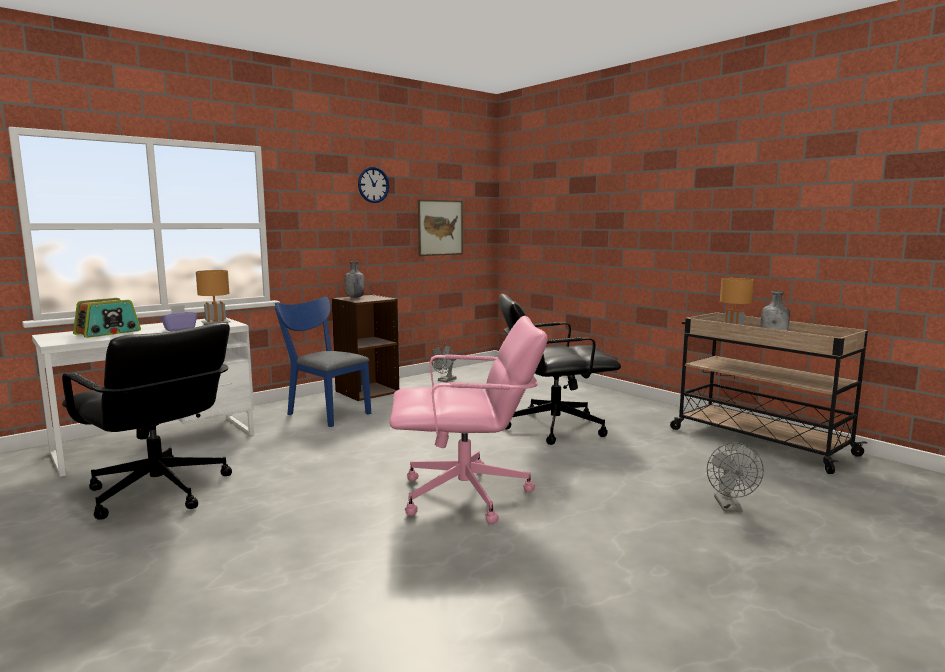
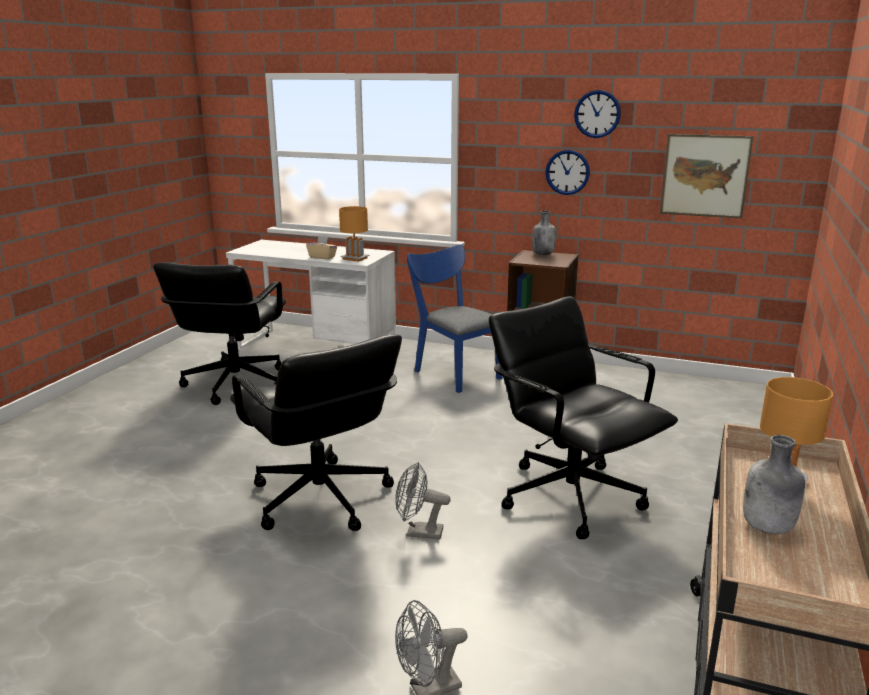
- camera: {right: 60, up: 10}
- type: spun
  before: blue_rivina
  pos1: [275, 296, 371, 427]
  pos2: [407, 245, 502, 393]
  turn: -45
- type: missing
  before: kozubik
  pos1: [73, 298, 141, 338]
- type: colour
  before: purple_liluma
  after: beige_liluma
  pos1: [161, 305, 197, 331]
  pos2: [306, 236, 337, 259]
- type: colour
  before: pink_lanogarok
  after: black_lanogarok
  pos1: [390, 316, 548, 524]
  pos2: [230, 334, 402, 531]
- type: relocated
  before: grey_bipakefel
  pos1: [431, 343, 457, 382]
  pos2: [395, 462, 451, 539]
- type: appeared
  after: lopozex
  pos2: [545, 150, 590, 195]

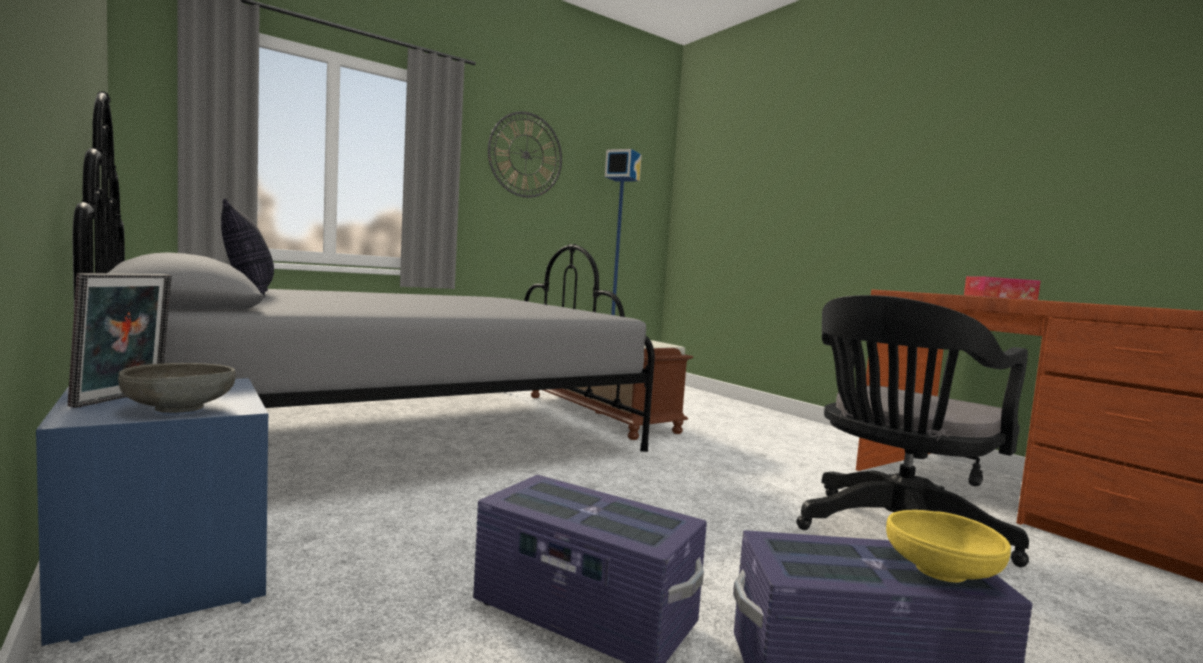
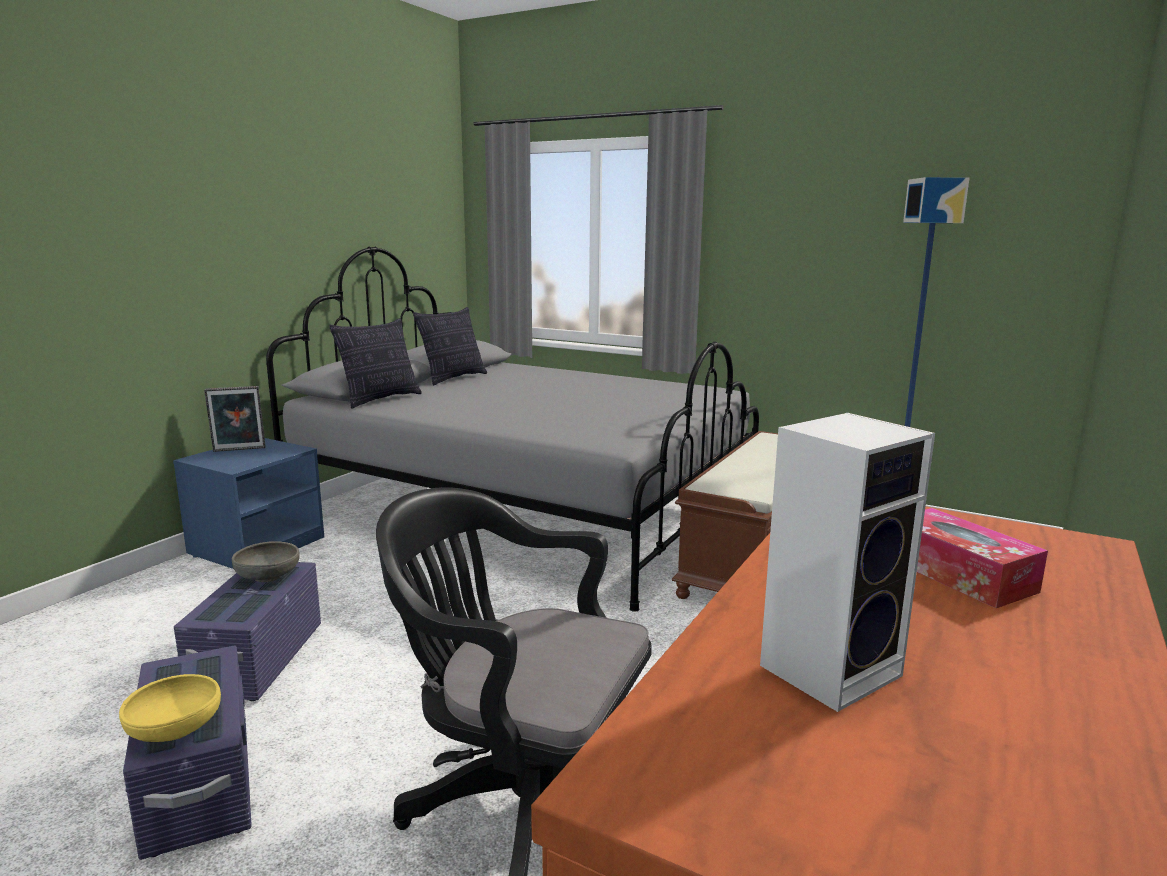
- camera: {right: 65, up: 10}
- type: missing
  before: lopozex
  pos1: [488, 111, 562, 198]
- type: relocated
  before: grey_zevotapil
  pos1: [118, 363, 236, 413]
  pos2: [232, 541, 300, 582]
- type: appeared
  after: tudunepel
  pos2: [330, 318, 422, 409]
- type: appeared
  after: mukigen
  pos2: [760, 413, 935, 712]

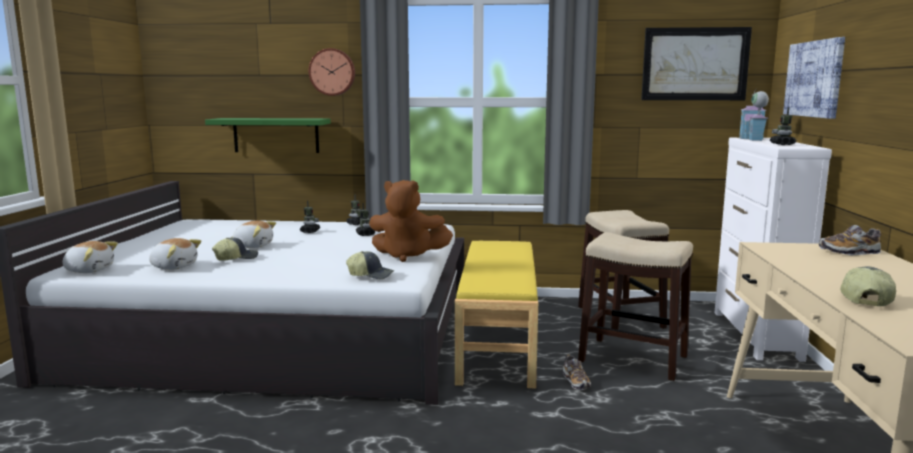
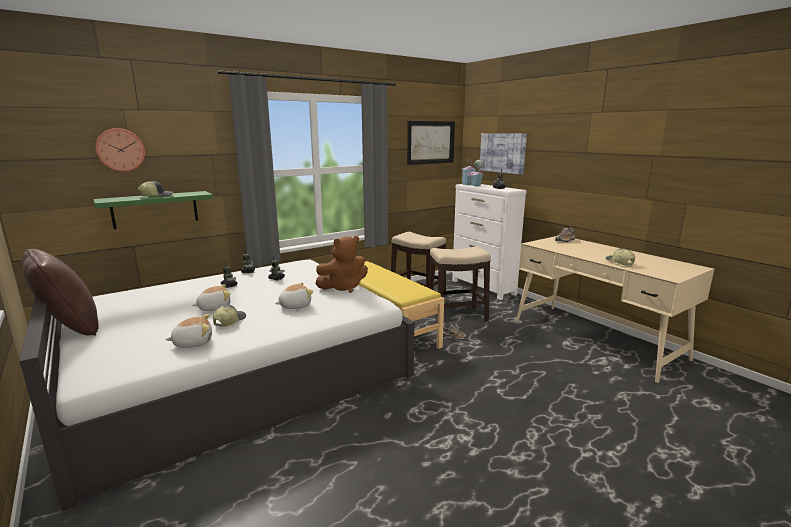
- camera: {right: -40, up: 5}
- type: relocated
  before: lopozex
  pos1: [309, 48, 355, 96]
  pos2: [95, 128, 145, 172]
- type: relocated
  before: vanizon
  pos1: [63, 241, 118, 273]
  pos2: [275, 282, 313, 309]
- type: relocated
  before: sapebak
  pos1: [346, 251, 394, 279]
  pos2: [138, 181, 173, 197]
- type: appeared
  after: brown_tudunepel
  pos2: [22, 249, 99, 336]

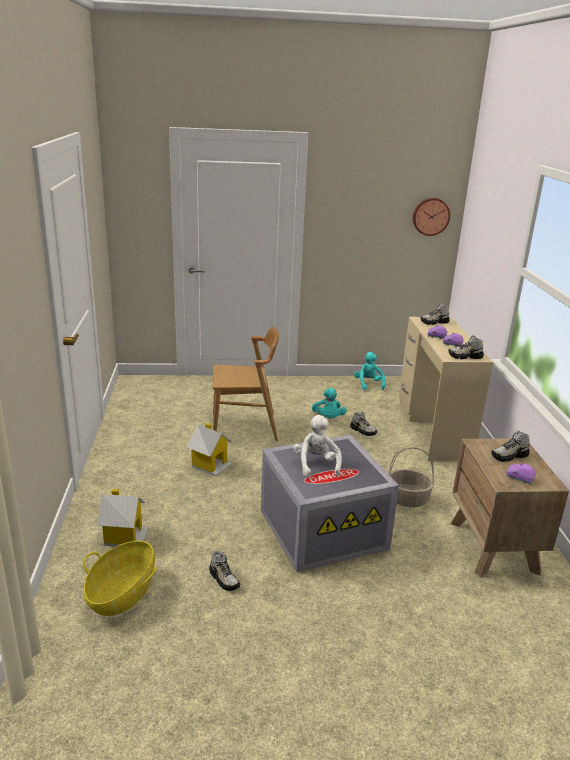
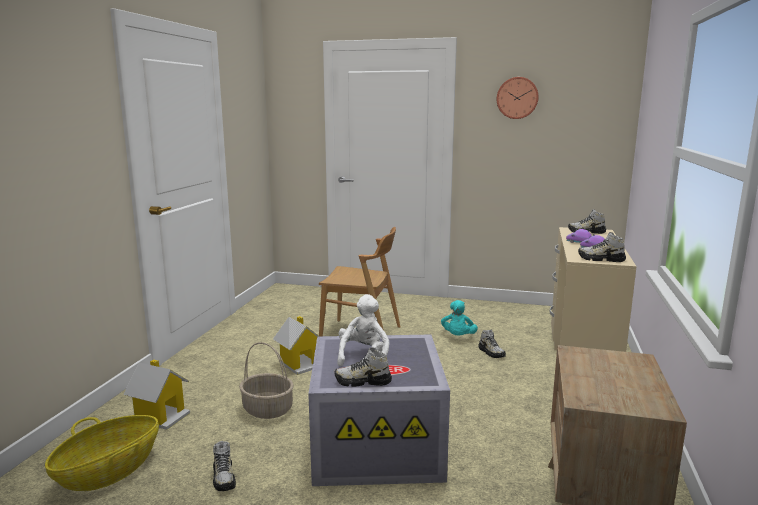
- camera: {right: 20, up: -10}
- type: relocated
  before: lopozex
  pos1: [413, 198, 450, 236]
  pos2: [497, 77, 539, 119]
- type: missing
  before: turquoise_vanizon
  pos1: [354, 352, 386, 390]
- type: relocated
  before: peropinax
  pos1: [491, 430, 530, 462]
  pos2: [334, 348, 392, 387]
- type: relocated
  before: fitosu
  pos1: [389, 447, 434, 507]
  pos2: [239, 342, 294, 419]
- type: missing
  before: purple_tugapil
  pos1: [506, 463, 536, 484]

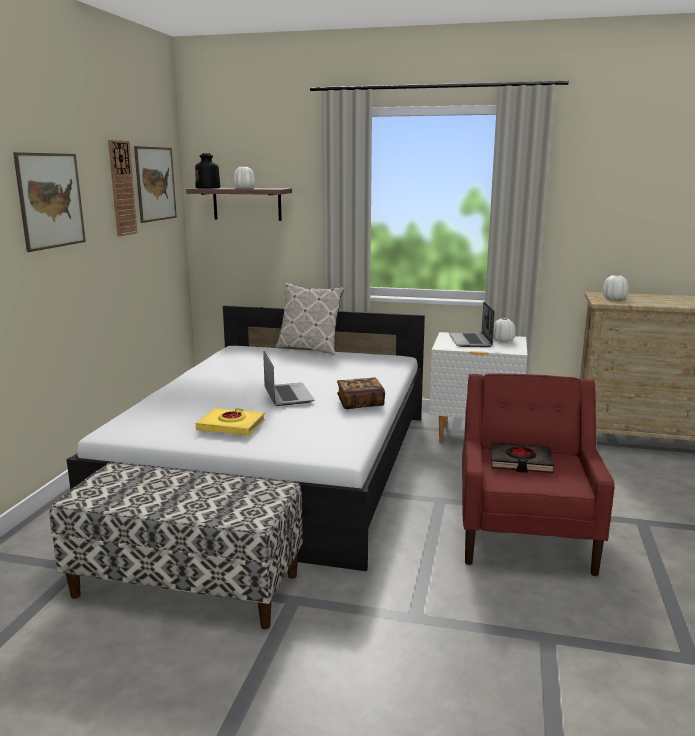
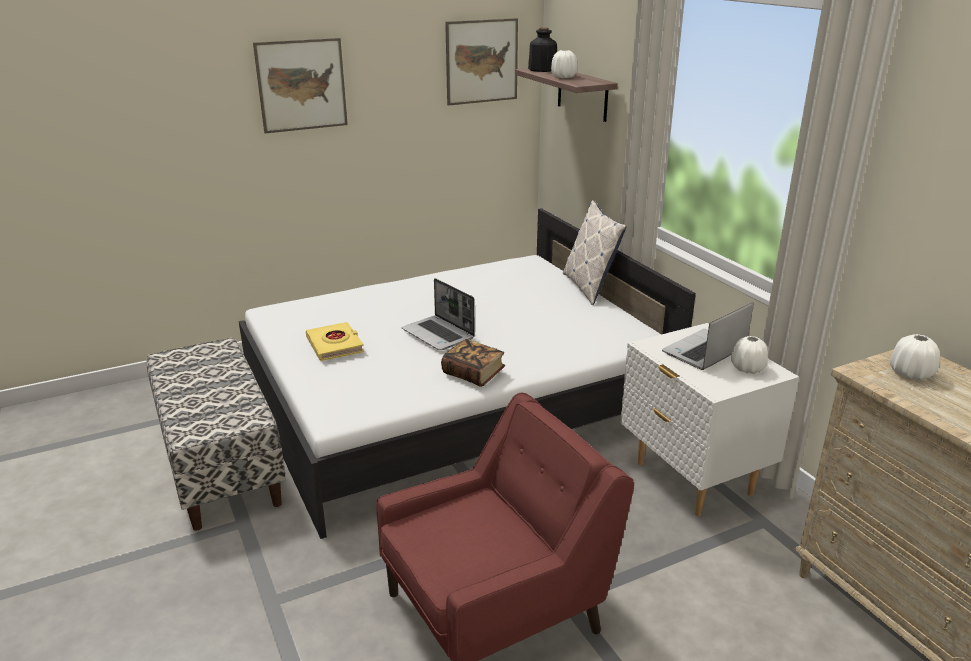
- camera: {right: 50, up: 10}
- type: missing
  before: lopozex
  pos1: [108, 140, 138, 236]
- type: spun
  before: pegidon
  pos1: [263, 351, 314, 406]
  pos2: [402, 278, 475, 350]
  turn: 105
- type: missing
  before: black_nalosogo
  pos1: [491, 442, 554, 473]

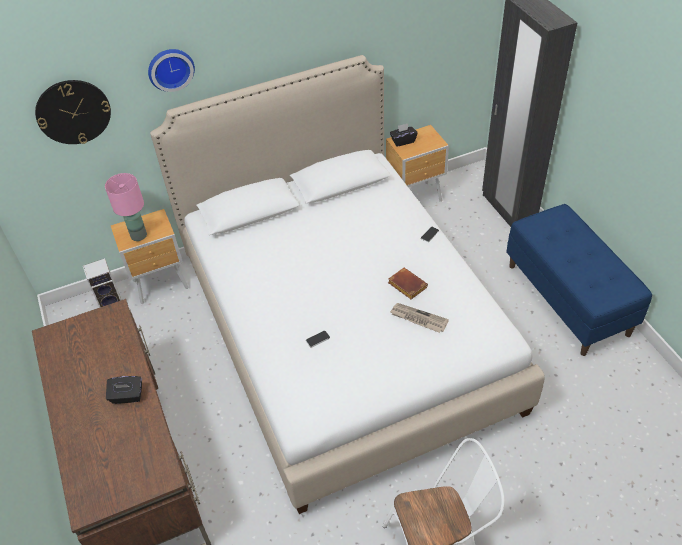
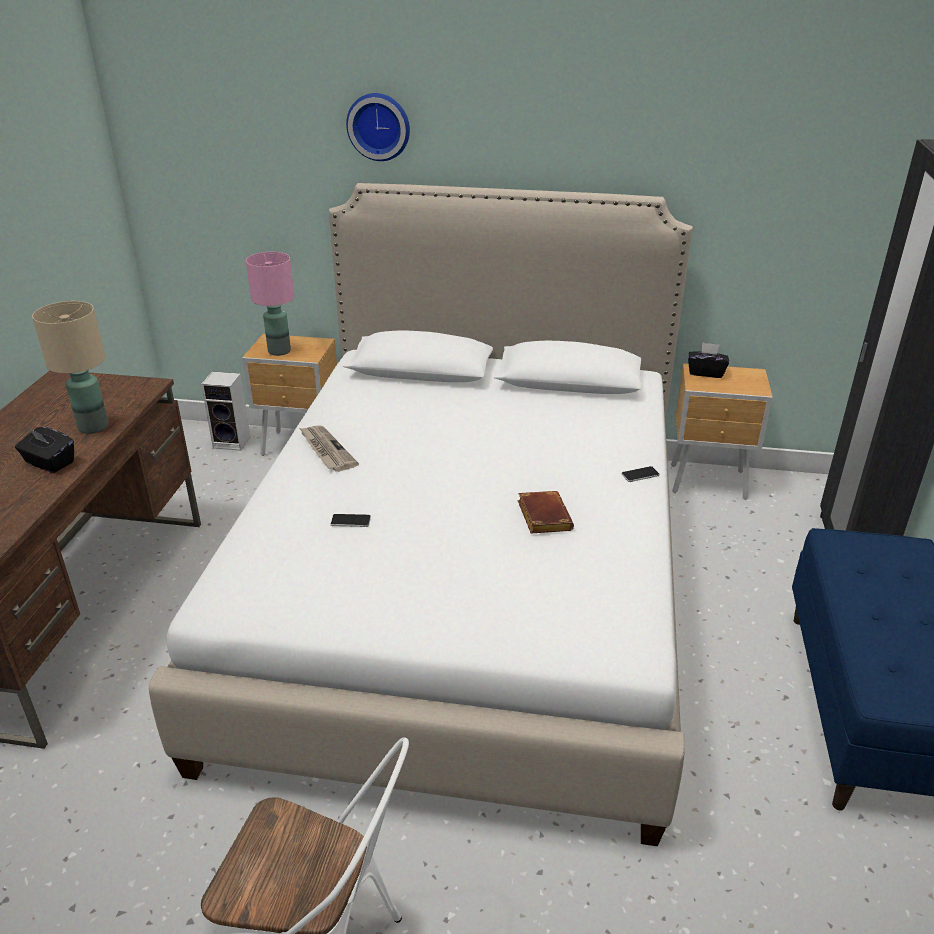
- camera: {right: 30, up: -15}
- type: missing
  before: lopozex
  pos1: [35, 80, 111, 144]
- type: relocated
  before: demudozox
  pos1: [390, 303, 449, 333]
  pos2: [299, 425, 359, 472]
- type: appeared
  after: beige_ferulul
  pos2: [32, 301, 109, 434]

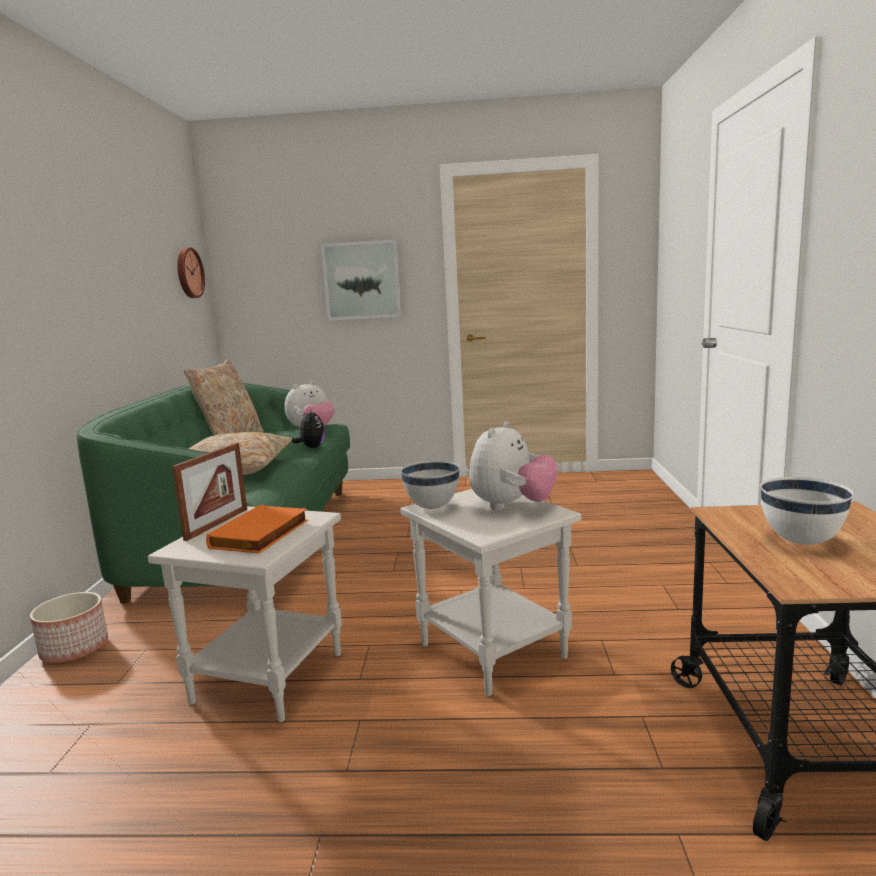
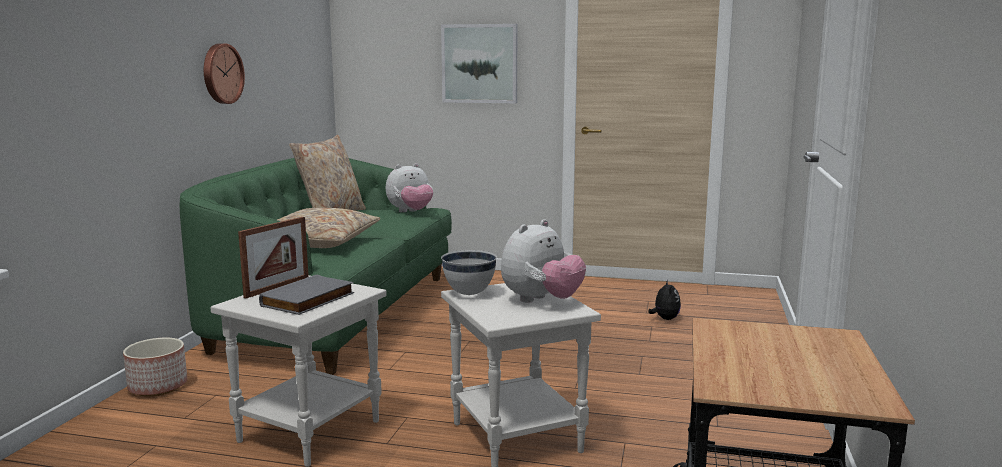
- camera: {right: 10, up: 0}
- type: relocated
  before: lopozex
  pos1: [177, 248, 205, 298]
  pos2: [204, 44, 245, 104]
- type: relocated
  before: vanizon
  pos1: [292, 410, 325, 448]
  pos2: [648, 280, 681, 320]
- type: missing
  before: white_zevotapil
  pos1: [760, 477, 854, 545]
- type: colour
  before: orange_nalosogo
  after: grey_nalosogo
  pos1: [206, 505, 308, 554]
  pos2: [259, 275, 354, 315]

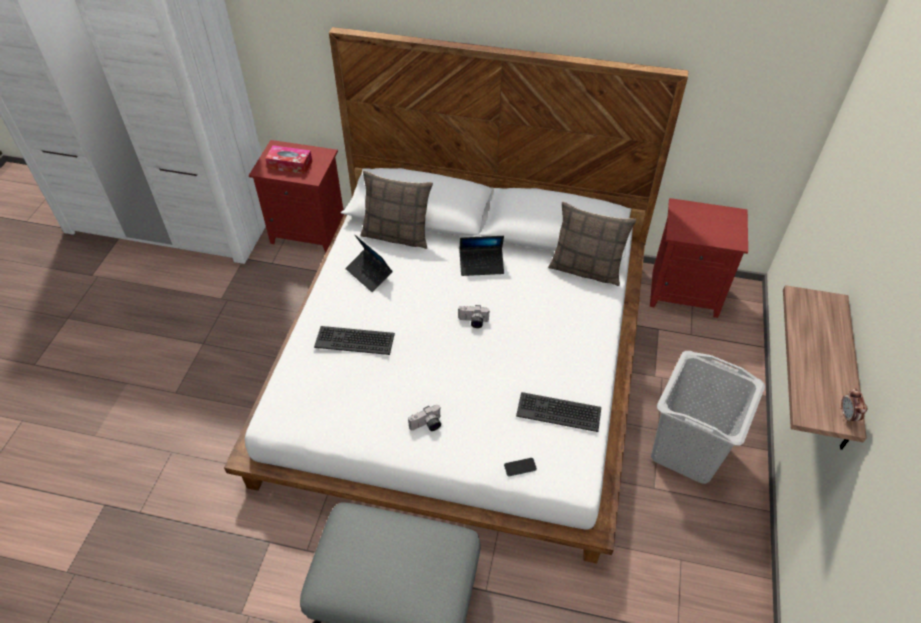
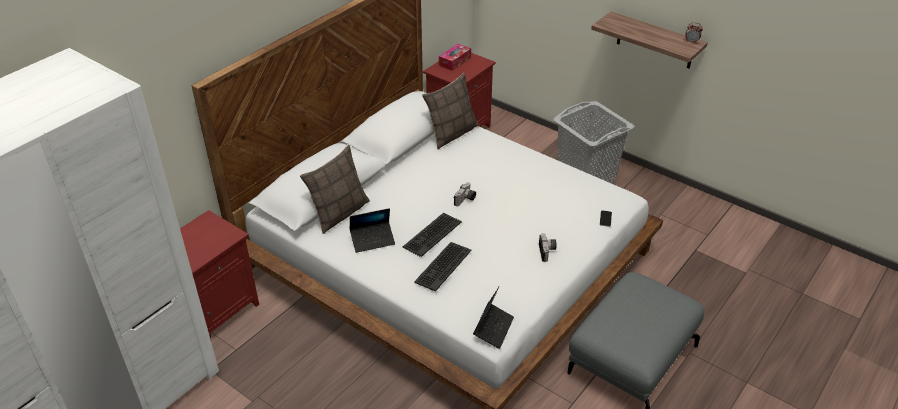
- camera: {right: -65, up: -10}
- type: relocated
  before: liluma
  pos1: [265, 145, 312, 174]
  pos2: [439, 44, 471, 71]
- type: relocated
  before: pegidon
  pos1: [459, 236, 504, 276]
  pos2: [473, 286, 514, 349]
- type: relocated
  before: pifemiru
  pos1: [516, 392, 601, 432]
  pos2: [403, 213, 462, 257]

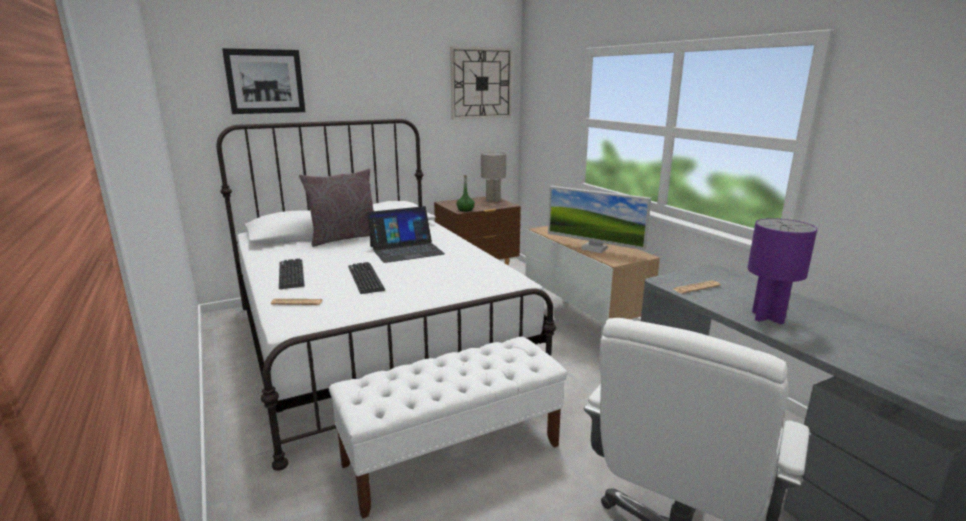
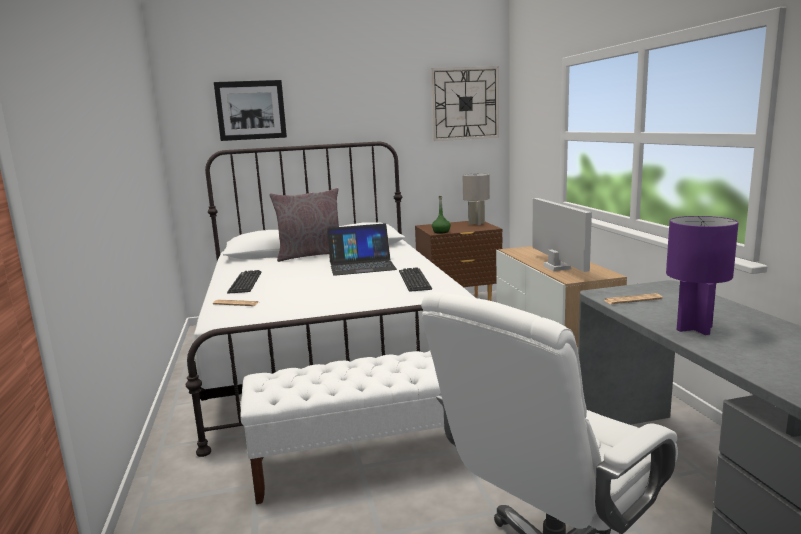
- camera: {right: 15, up: -5}
- type: spun
  before: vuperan
  pos1: [548, 186, 651, 253]
  pos2: [532, 198, 592, 272]
  turn: -150
- type: relocated
  before: pifemiru
  pos1: [348, 262, 385, 294]
  pos2: [399, 267, 432, 291]

